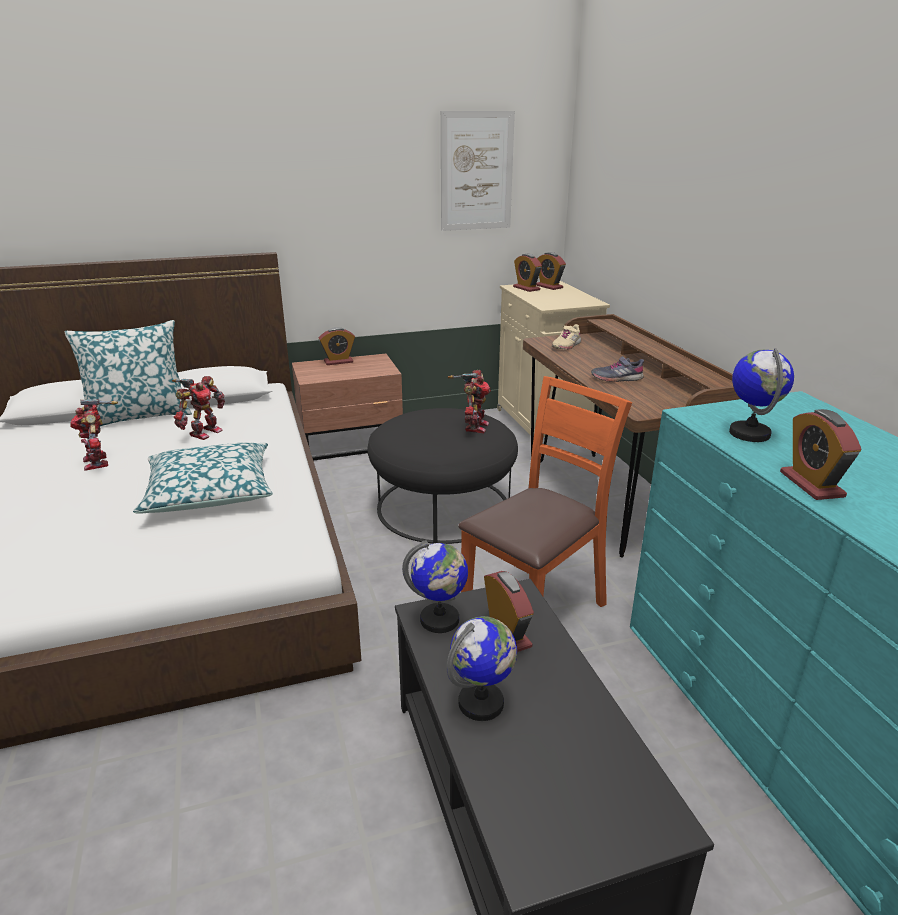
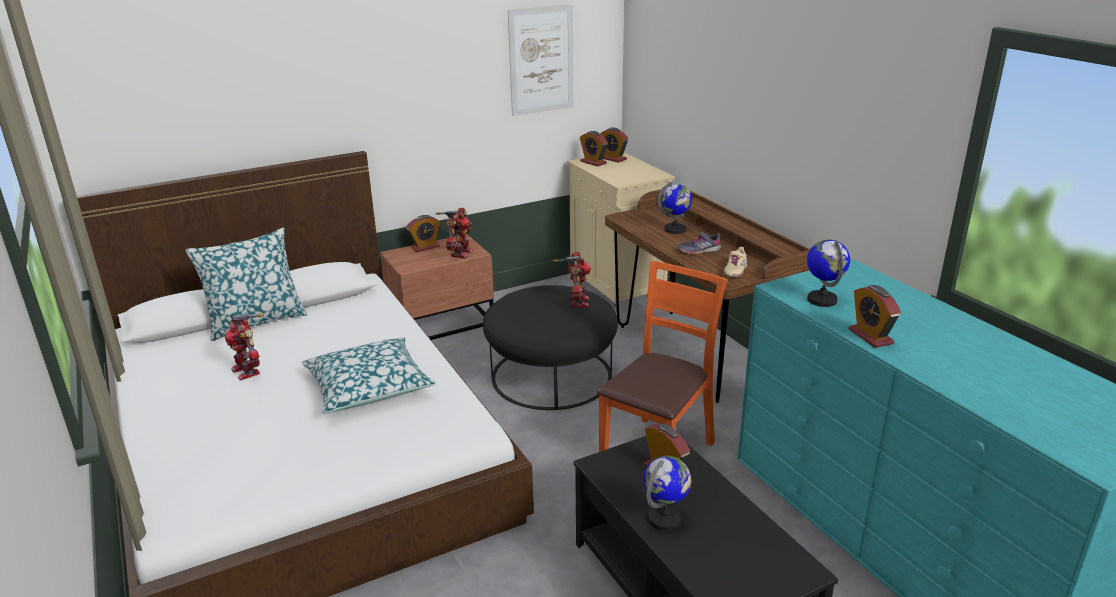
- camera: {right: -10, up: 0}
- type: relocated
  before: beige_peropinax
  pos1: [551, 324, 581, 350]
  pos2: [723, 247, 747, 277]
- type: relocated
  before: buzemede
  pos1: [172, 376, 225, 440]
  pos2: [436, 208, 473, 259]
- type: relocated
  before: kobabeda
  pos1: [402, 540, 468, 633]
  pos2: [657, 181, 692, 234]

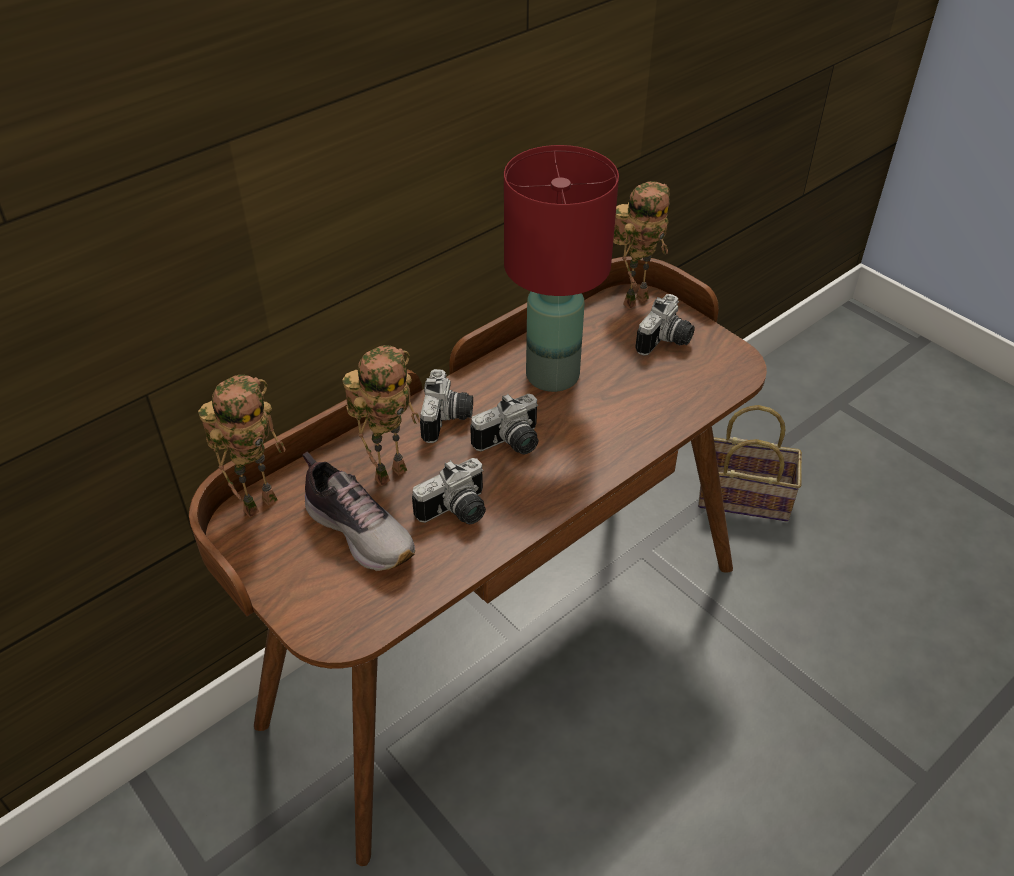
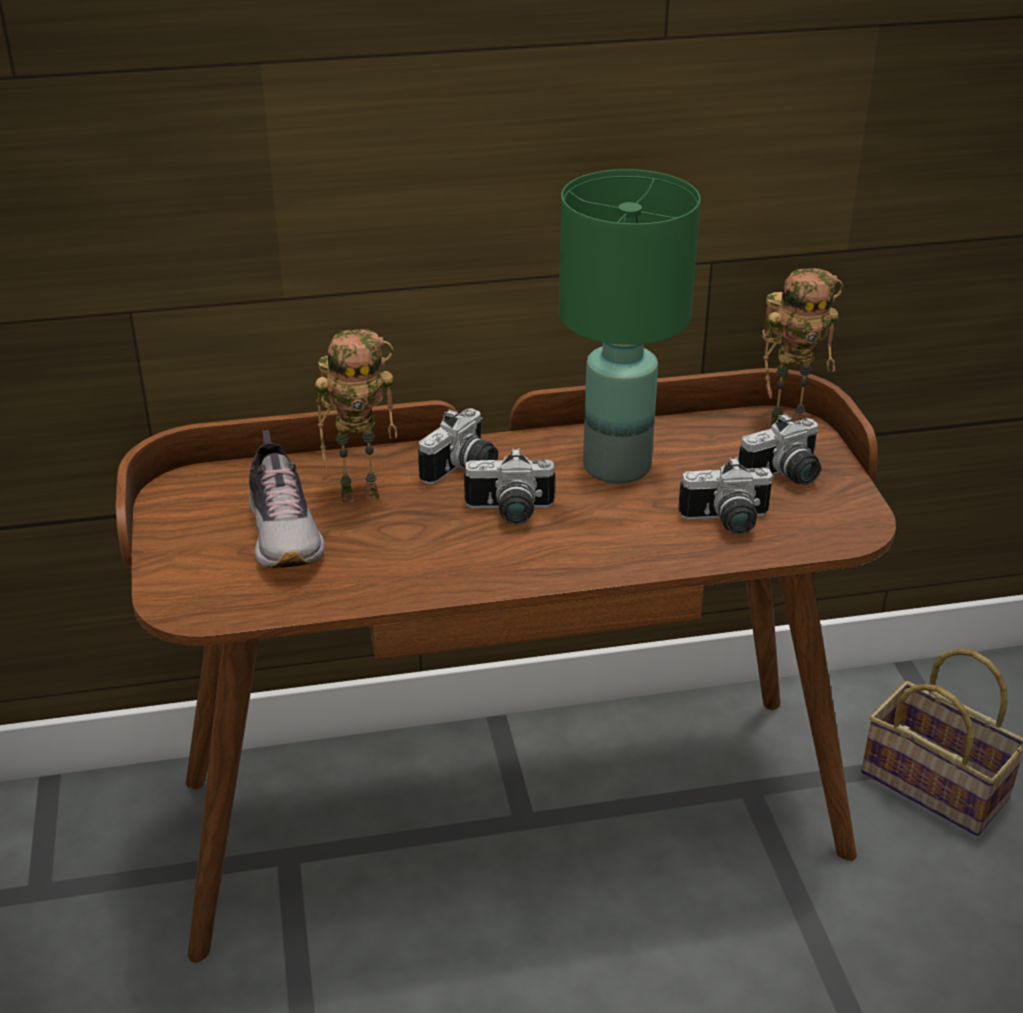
- camera: {right: 30, up: -10}
- type: colour
  before: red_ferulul
  after: green_ferulul
  pos1: [504, 145, 619, 392]
  pos2: [559, 169, 701, 483]
- type: missing
  before: buzemede
  pos1: [198, 375, 285, 517]
- type: relocated
  before: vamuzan
  pos1: [412, 458, 486, 524]
  pos2: [678, 457, 773, 535]

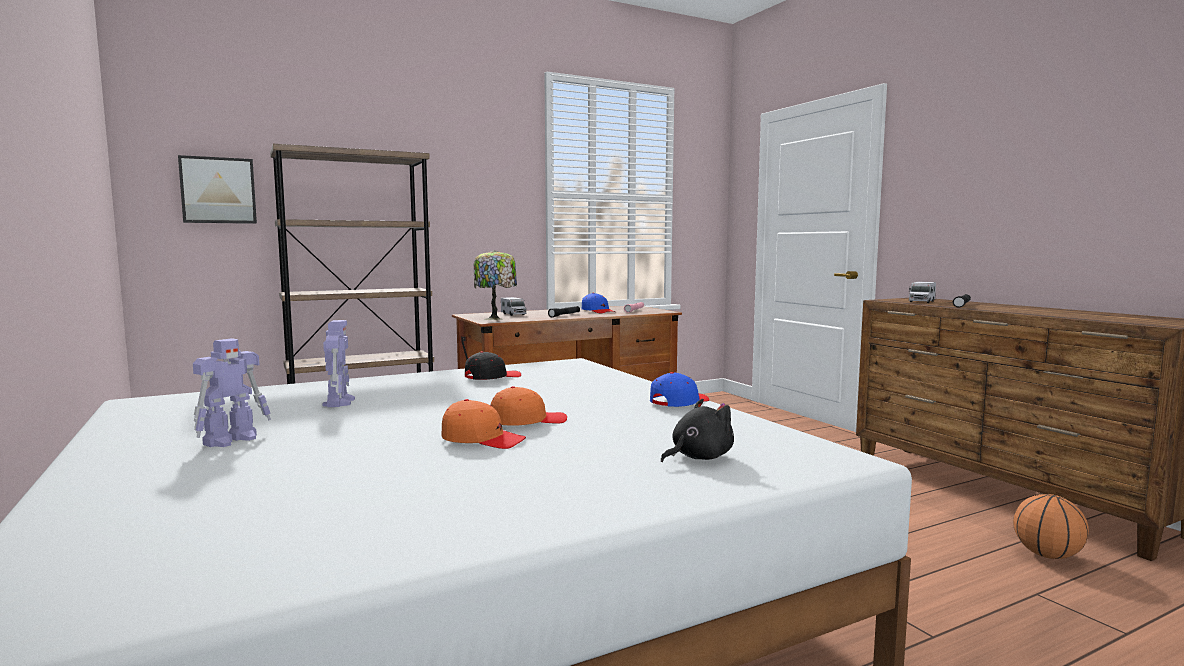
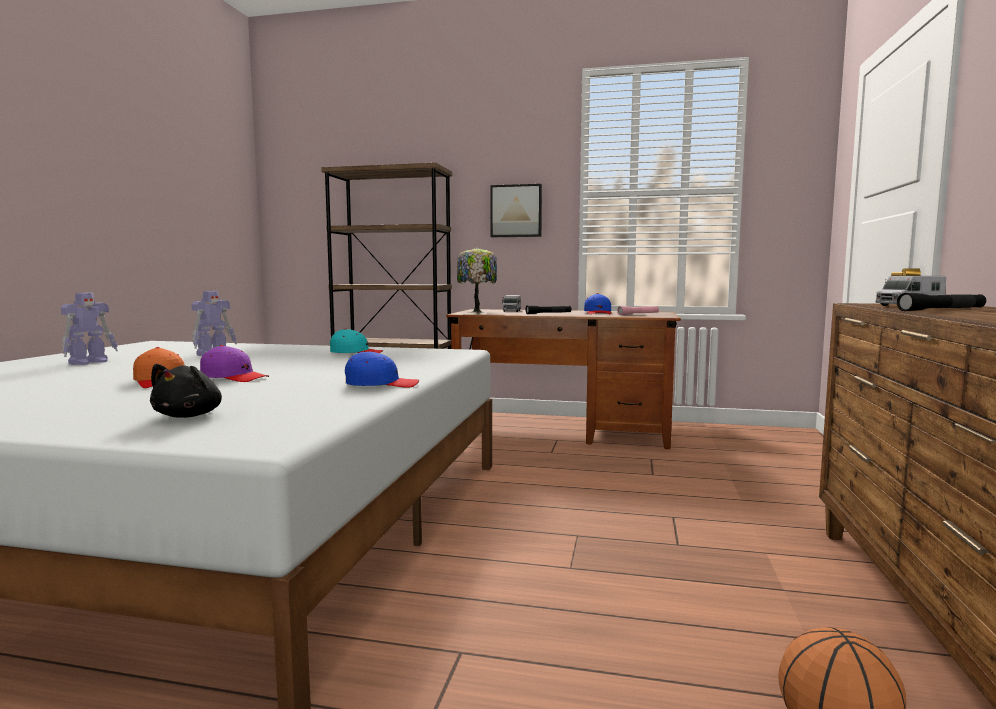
- camera: {right: 40, up: 0}
- type: relocated
  before: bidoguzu
  pos1: [178, 155, 257, 224]
  pos2: [490, 184, 542, 237]
- type: spun
  before: buzemede
  pos1: [193, 338, 271, 447]
  pos2: [61, 293, 118, 365]
  turn: -45
- type: colour
  before: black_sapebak
  after: turquoise_sapebak
  pos1: [465, 351, 521, 380]
  pos2: [330, 329, 384, 353]
- type: colour
  before: orange_sapebak
  after: purple_sapebak
  pos1: [491, 386, 567, 426]
  pos2: [200, 345, 269, 382]
- type: spun
  before: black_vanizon
  pos1: [661, 399, 734, 462]
  pos2: [150, 364, 222, 418]
  turn: 90

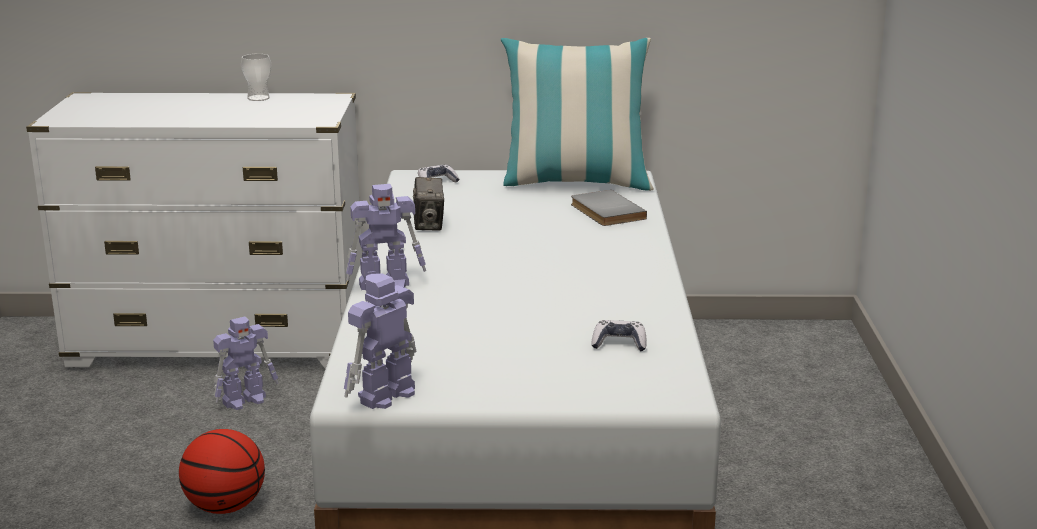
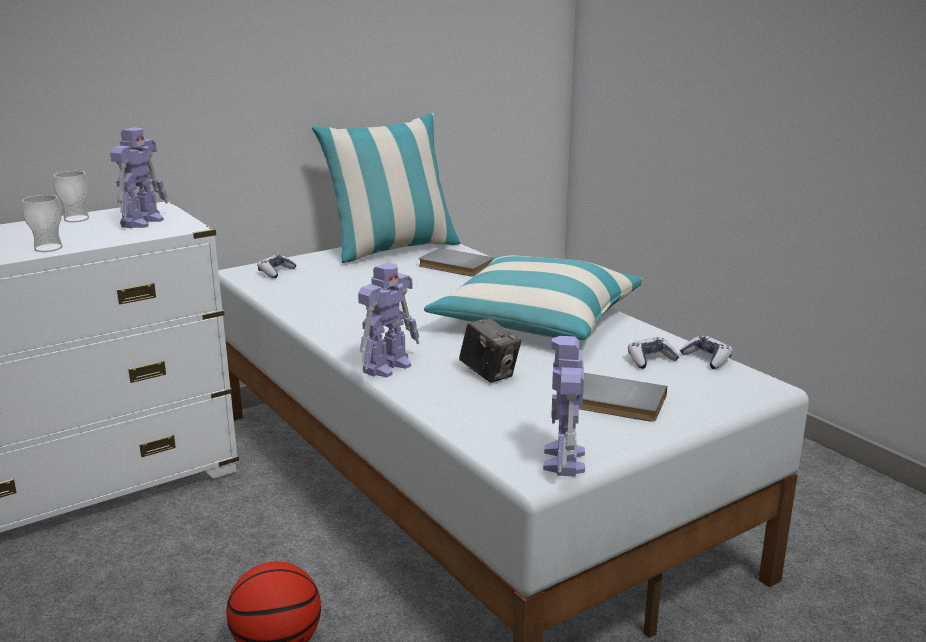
- camera: {right: -35, up: 0}
- type: relocated
  before: vamuzan
  pos1: [413, 177, 444, 231]
  pos2: [459, 318, 521, 383]
- type: relocated
  before: buzemede
  pos1: [213, 316, 278, 410]
  pos2: [110, 127, 168, 228]
- type: appeared
  after: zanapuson
  pos2: [22, 195, 63, 252]
- type: appeared
  after: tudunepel
  pos2: [424, 256, 643, 340]
- type: appeared
  after: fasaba
  pos2: [680, 335, 733, 369]
- type: appeared
  after: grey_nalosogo
  pos2: [579, 373, 667, 422]

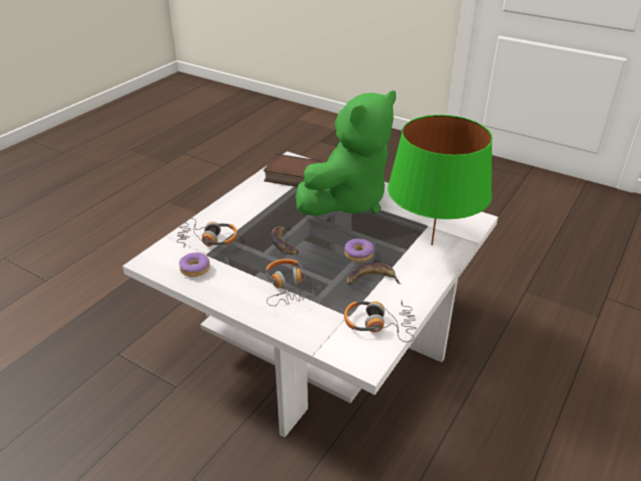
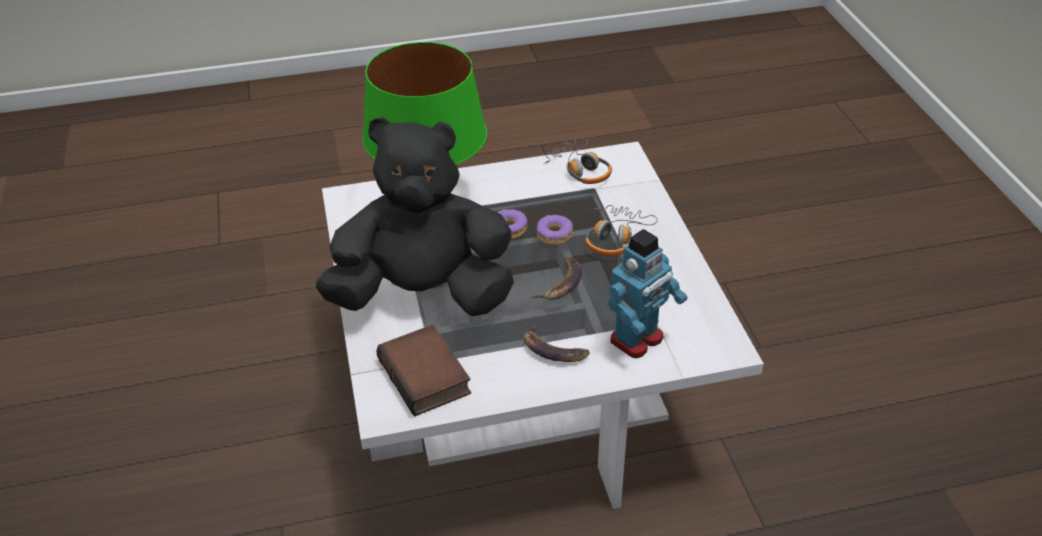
- camera: {right: -135, up: 5}
- type: colour
  before: green_vanizon
  after: black_vanizon
  pos1: [296, 91, 396, 216]
  pos2: [316, 117, 514, 316]
- type: exchanged
  before: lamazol
  after: buzemede
  pos1: [177, 218, 237, 248]
  pos2: [608, 229, 687, 358]
- type: relocated
  before: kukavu
  pos1: [179, 252, 210, 277]
  pos2: [537, 215, 573, 245]
- type: relocated
  before: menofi
  pos1: [347, 262, 401, 285]
  pos2: [524, 325, 590, 362]

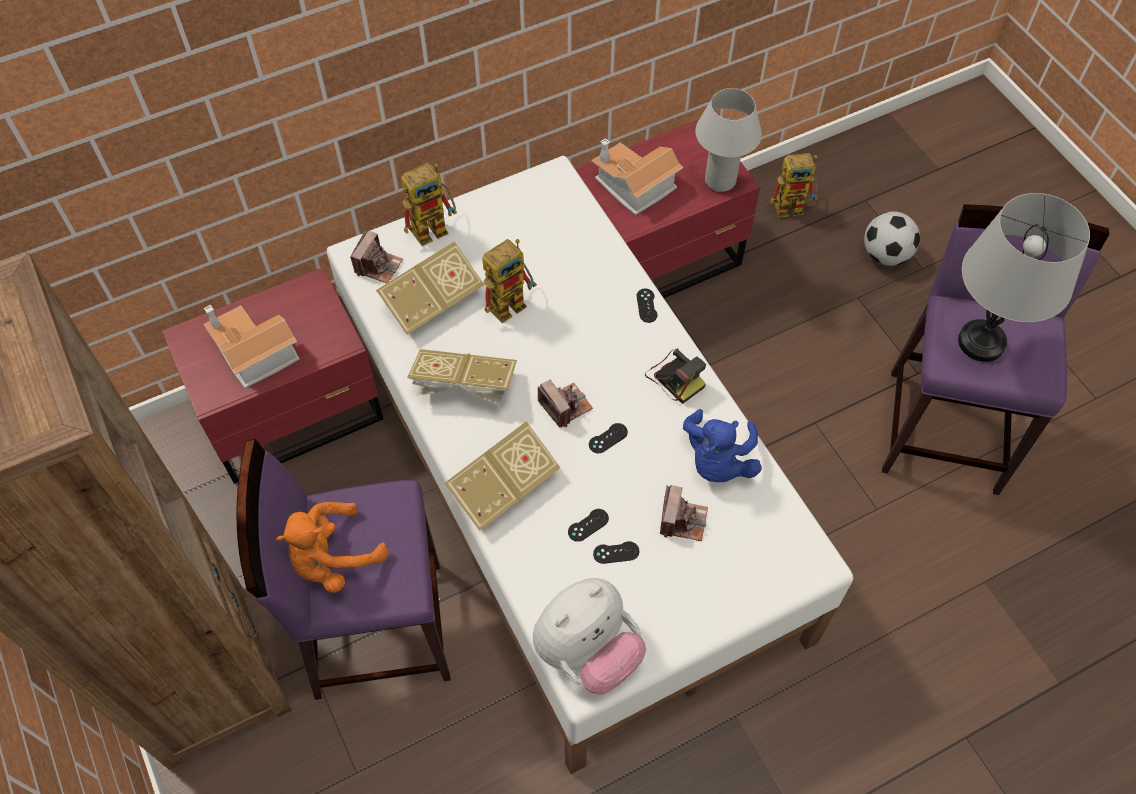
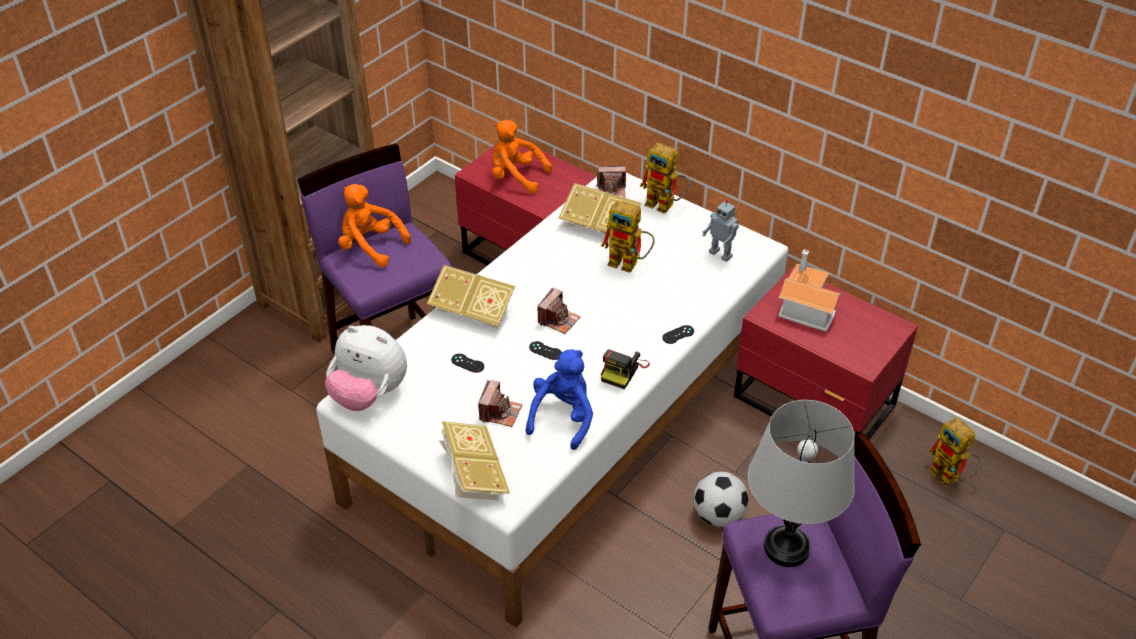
- camera: {right: 65, up: -15}
- type: missing
  before: white_ferulul
  pos1: [695, 88, 762, 192]
- type: relocated
  before: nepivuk
  pos1: [864, 211, 920, 266]
  pos2: [694, 472, 749, 527]
- type: exchanged
  before: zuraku
  after: orange_vanizon
  pos1: [203, 305, 300, 388]
  pos2: [492, 120, 552, 193]
- type: relocated
  before: nalosogo
  pos1: [407, 349, 517, 405]
  pos2: [438, 421, 510, 500]
- type: spun
  before: blue_vanizon
  pos1: [683, 409, 761, 482]
  pos2: [526, 349, 593, 450]
  turn: 120
- type: spun
  before: vamuzan
  pos1: [660, 485, 708, 541]
  pos2: [478, 380, 523, 427]
  turn: -60
- type: missing
  before: black_fasaba
  pos1: [593, 541, 639, 564]
- type: appeared
  after: buzemede
  pos2: [702, 199, 739, 262]

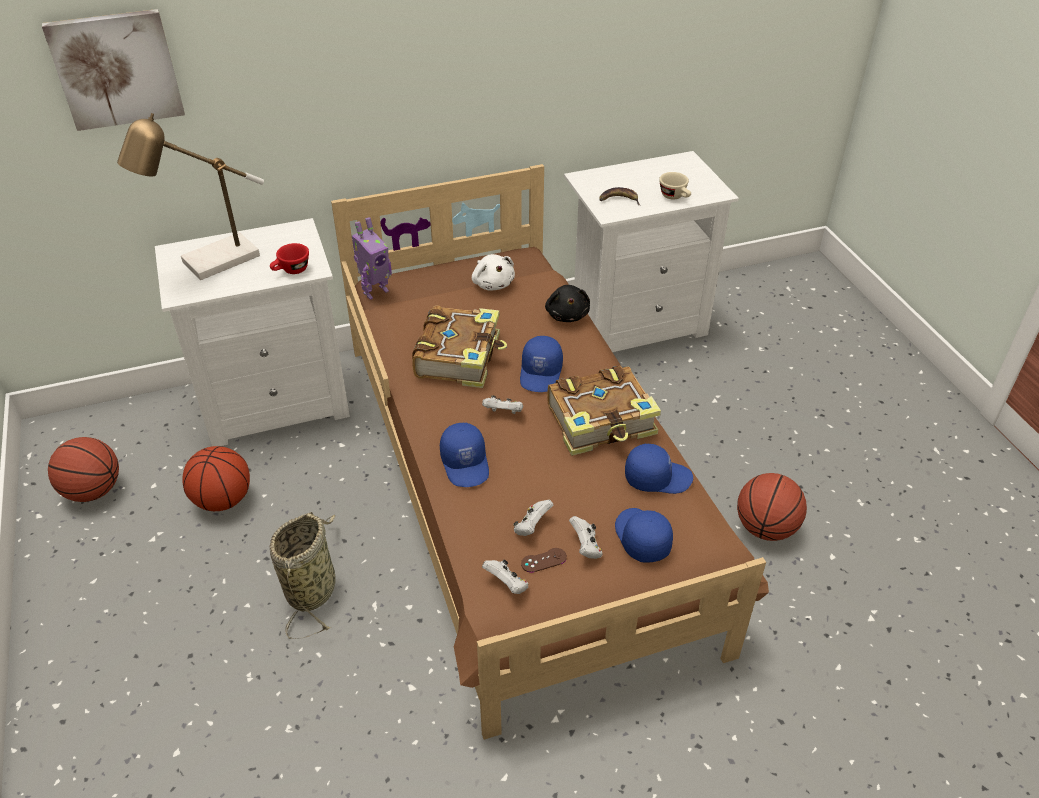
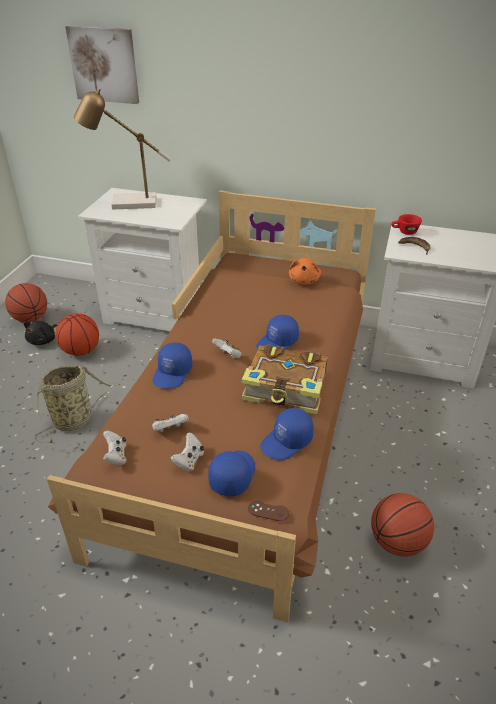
- camera: {right: 35, up: -5}
- type: missing
  before: beige_zanapuson
  pos1: [659, 172, 691, 199]
- type: missing
  before: buzemede
  pos1: [352, 217, 392, 300]
- type: relocated
  before: red_zanapuson
  pos1: [270, 243, 309, 274]
  pos2: [391, 214, 422, 235]
- type: colour
  before: white_vanizon
  after: orange_vanizon
  pos1: [472, 254, 515, 290]
  pos2: [289, 258, 321, 285]
- type: relocated
  before: black_vanizon
  pos1: [545, 285, 590, 322]
  pos2: [24, 321, 57, 345]
- type: missing
  before: nalosogo
  pos1: [412, 305, 507, 388]
- type: spun
  before: blue_sapebak
  pos1: [625, 444, 693, 494]
  pos2: [260, 408, 314, 461]
  turn: 105
- type: relocated
  before: brown_fasaba
  pos1: [521, 548, 567, 573]
  pos2: [248, 500, 289, 521]

